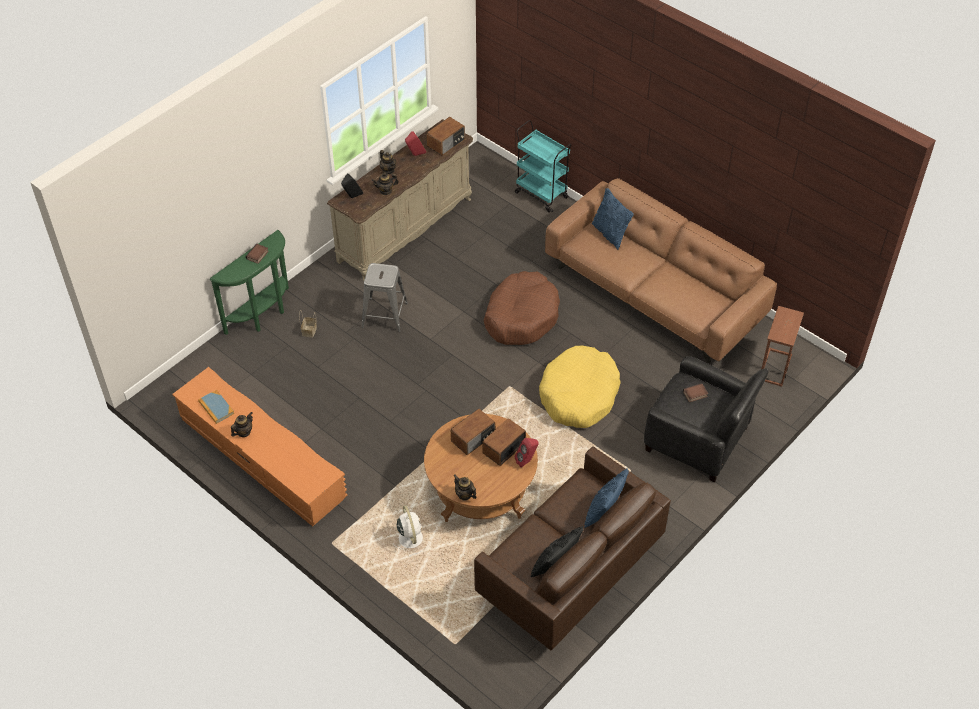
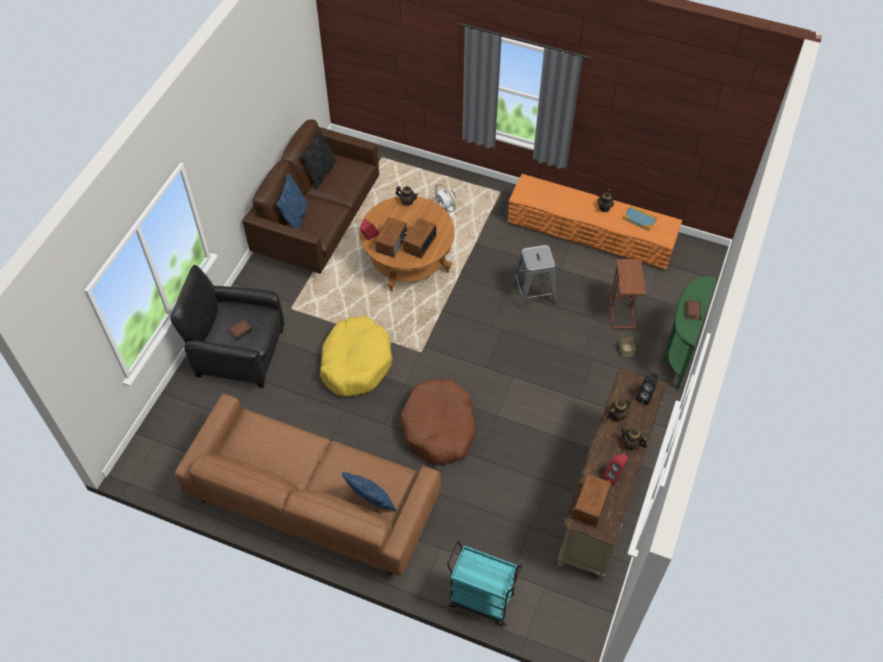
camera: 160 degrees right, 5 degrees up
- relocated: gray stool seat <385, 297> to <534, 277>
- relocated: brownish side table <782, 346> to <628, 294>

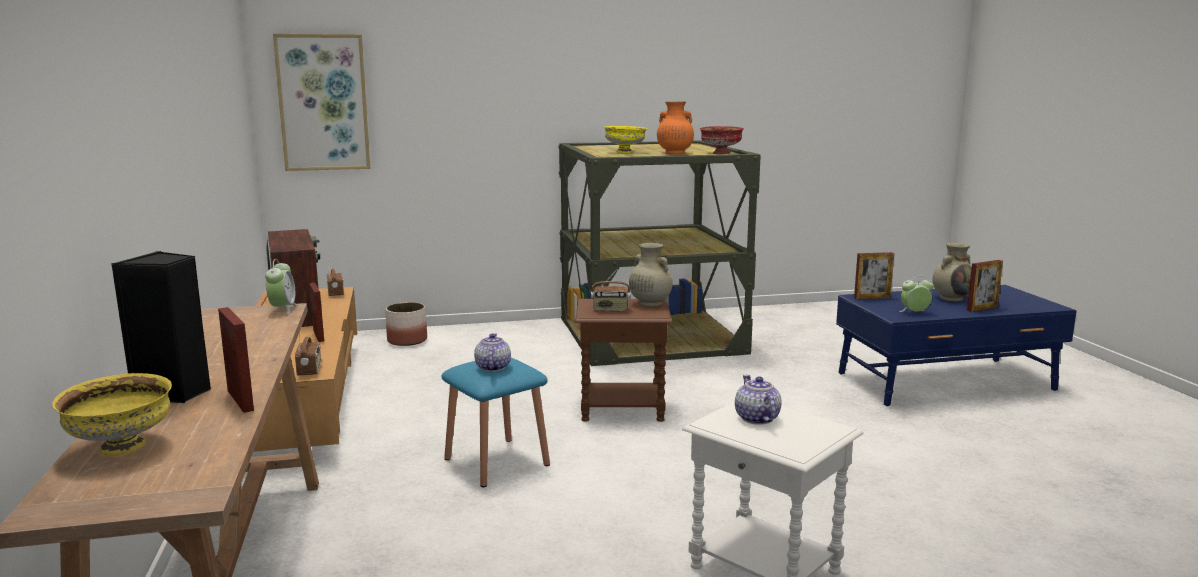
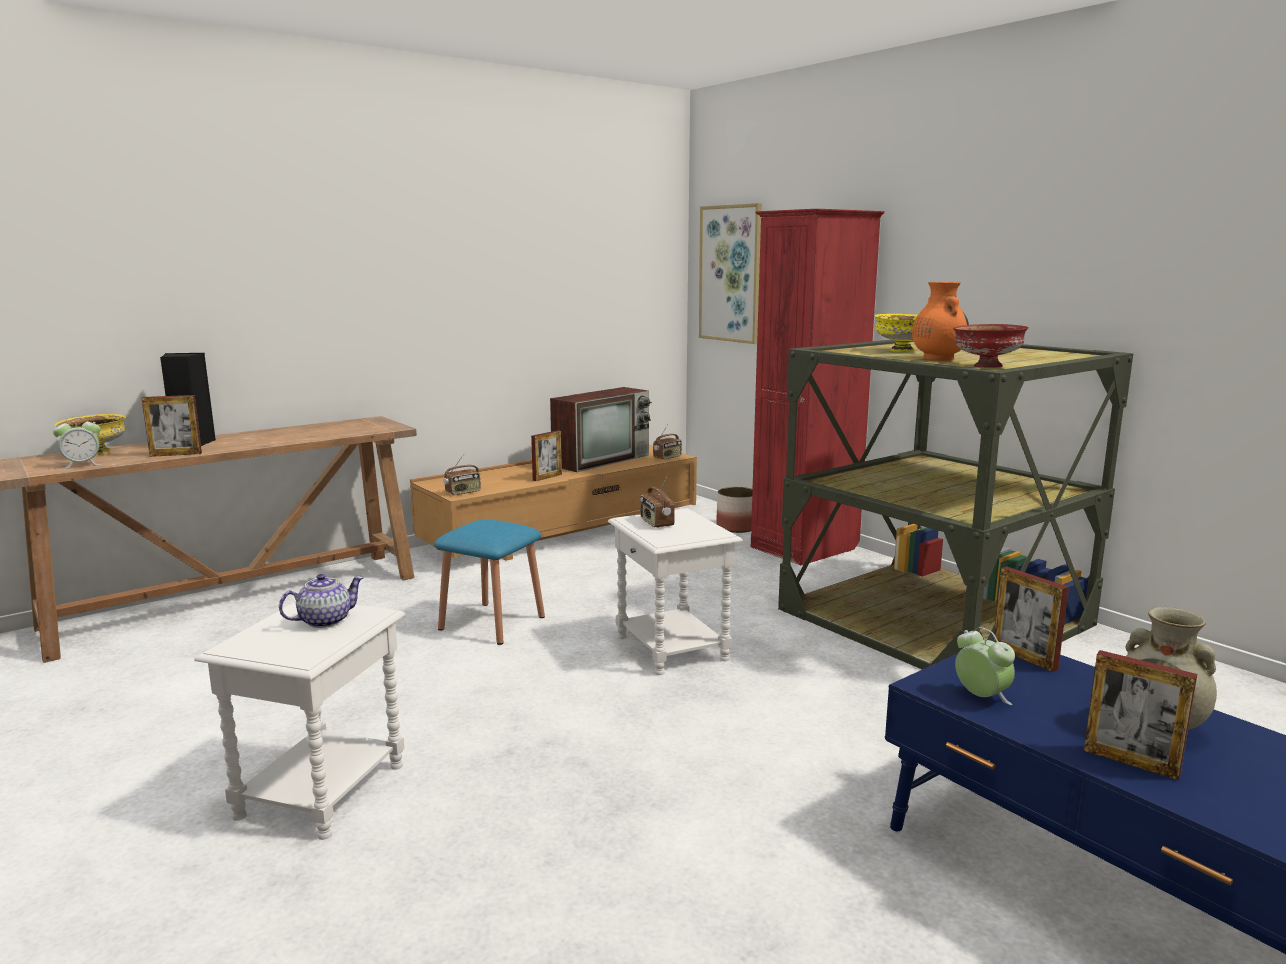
camera: 65 degrees right, 0 degrees up
- relocated: table clock <281, 286> to <77, 442>
- spun: standing frame <236, 360> = <172, 426> 45 degrees clockwise
- colour: brownish side table <624, 360> to white side table <675, 591>
- appeared: red cupboard <818, 387>
- missing: teapot <492, 352>
- missing: beige-coloured decorative vase <650, 275>

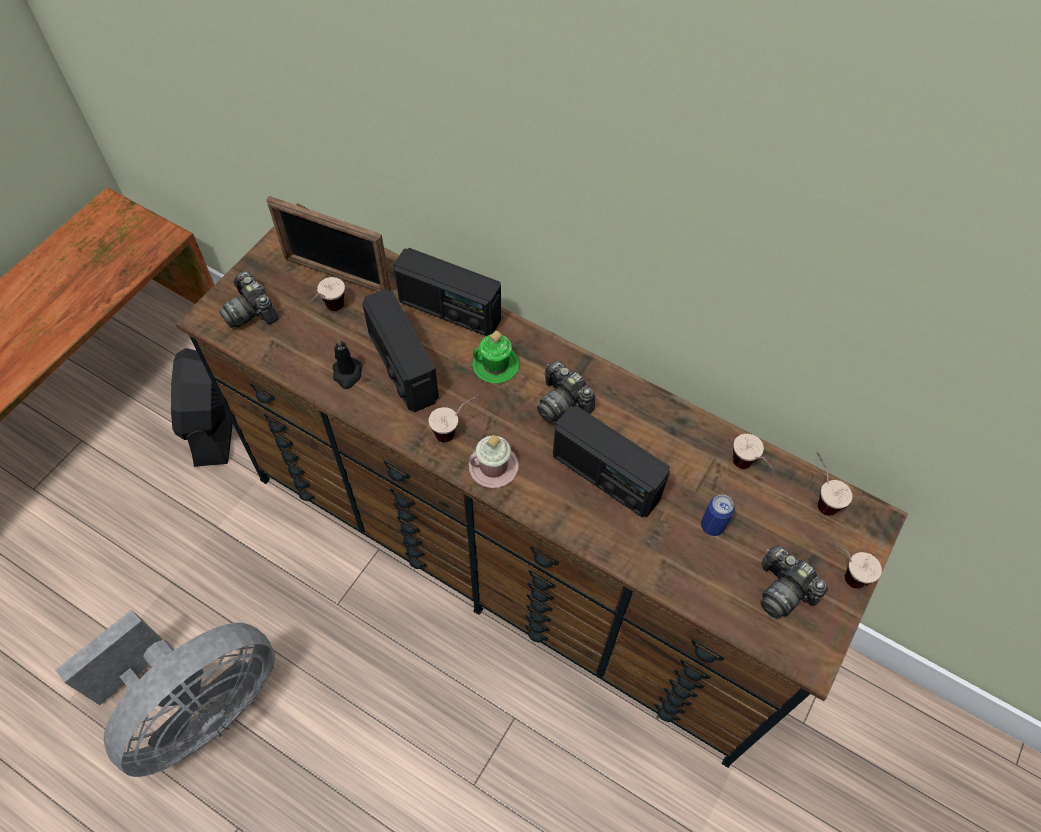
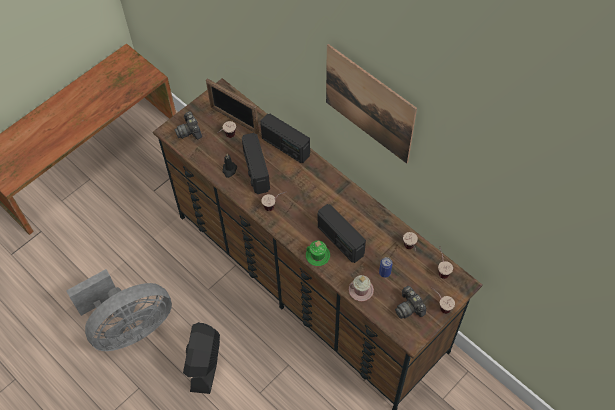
camera: 15 degrees right, 0 degrees up
- relocated: black-coloured fan <202, 407> to <201, 358>
- relocated: green tea mug <495, 357> to <318, 253>
- appeared: wall art <371, 104>
- relocated: pinkish tea mug <493, 461> to <361, 288>
- missing: photo camera <566, 392>

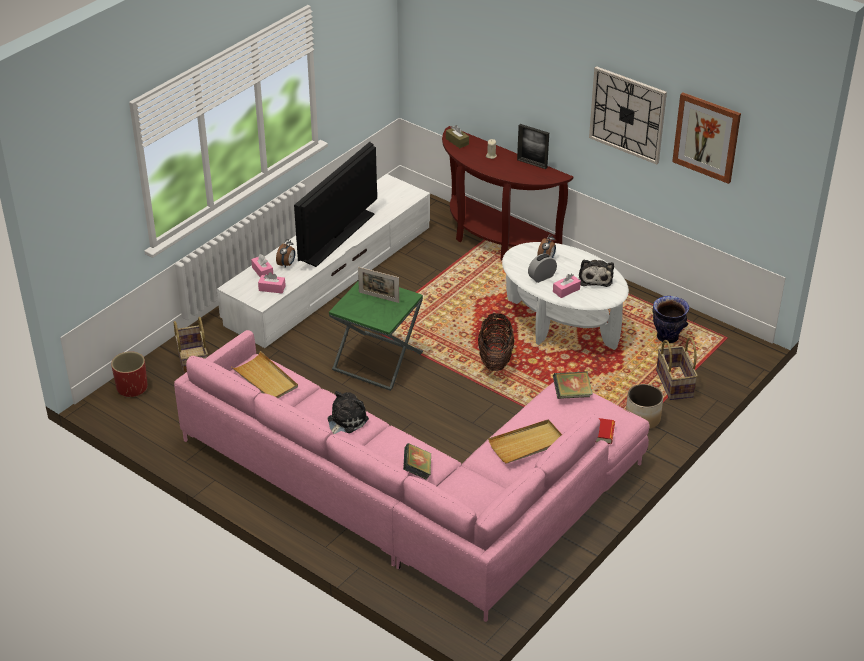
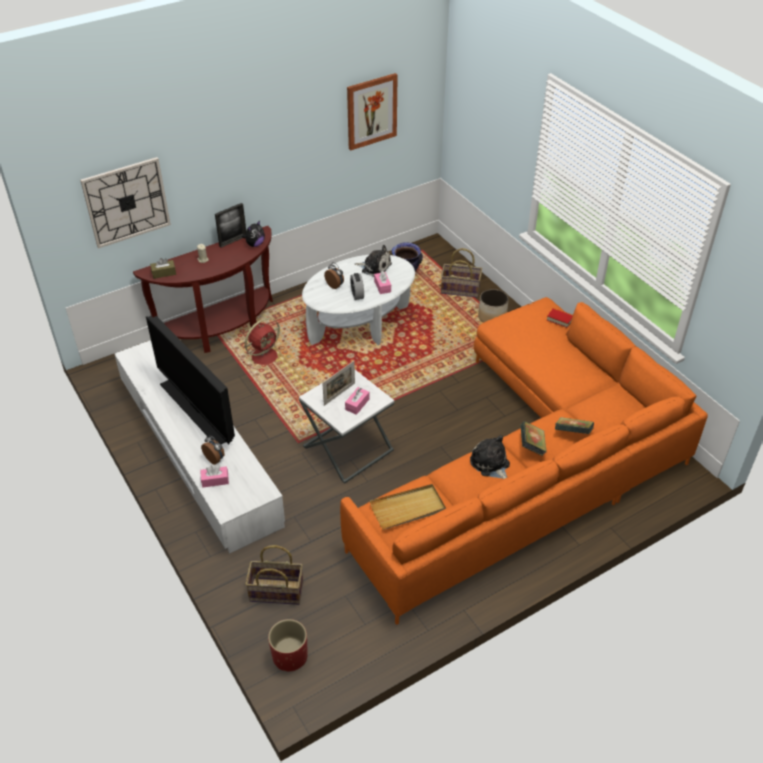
camera: 70 degrees left, 5 degrees up
- relocated: clock on the wall <628, 115> to <125, 202>
- appeared: cuddly toy <253, 234>
- appeared: red fan <261, 344>
- colour: green side table <376, 336> to white side table <346, 426>
- colour: pinkish settee <411, 476> to orange-coloured settee <524, 461>
- relocated: pinkish box of tissues <272, 282> to <357, 401>
- relocated: bound book <573, 385> to <533, 438>
- missing: storage basket <496, 342>
- missing: beige-coloured carrying tray <525, 441>

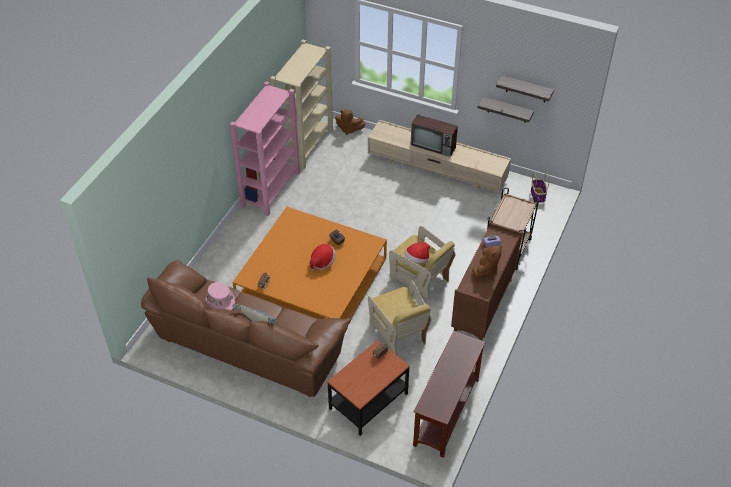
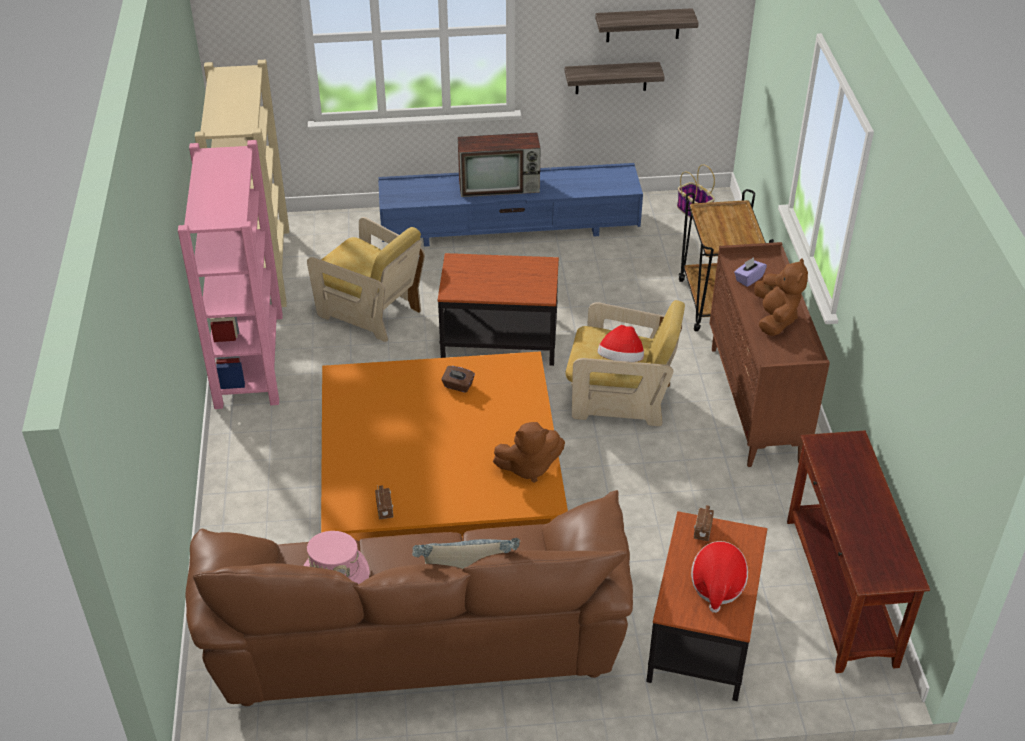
camera: 30 degrees left, 5 degrees down
- relocated: yellow-coloured lounge chair <400, 317> to <366, 279>
- colour: beige-coloured tv unit <439, 156> to blue tv unit <510, 205>
- appeared: side table <498, 309>
- relocated: brownish cuddly toy <350, 122> to <529, 452>
- relocated: wearable hat <323, 257> to <719, 577>

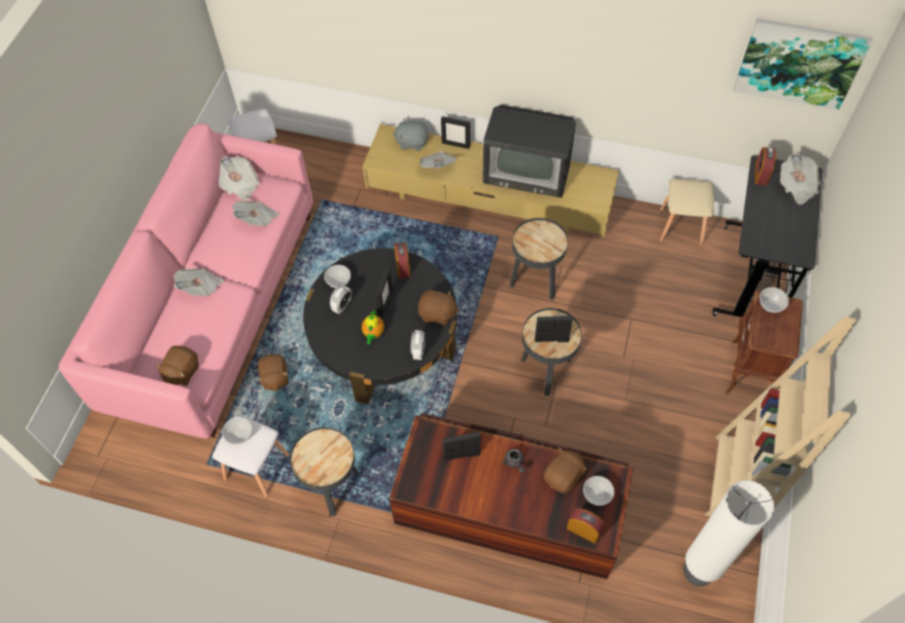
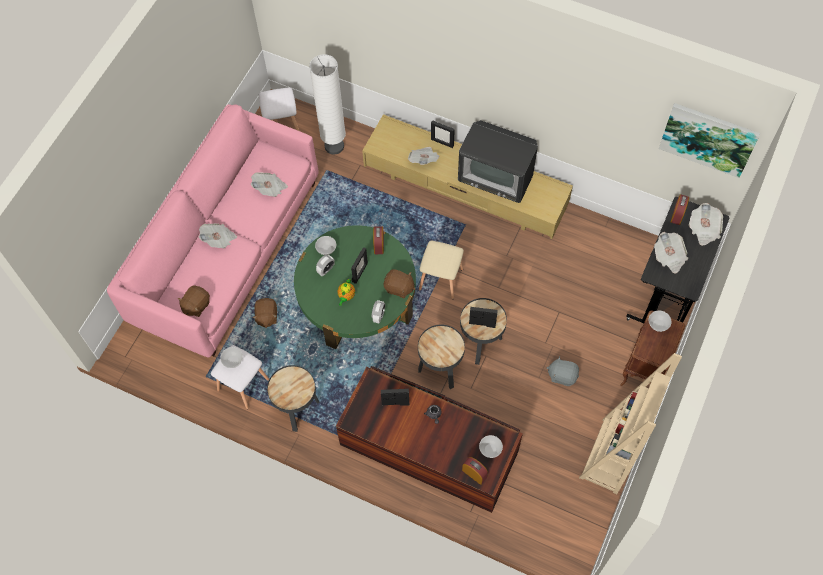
camera: 10 degrees right, 5 degrees up
- colour: black-coloured low table <380, 326> to green low table <355, 287>
- relocated: white floor lamp <729, 533> to <327, 104>
- relocated: black-coloured side table <539, 259> to <441, 357>
- relocated: beige-coloured stool seat <687, 213> to <441, 269>
- relocated: gray cuddly toy <411, 134> to <563, 371>
- relocated: daily paper <239, 178> to <671, 253>
- missing: brownish cuddly toy <566, 471>

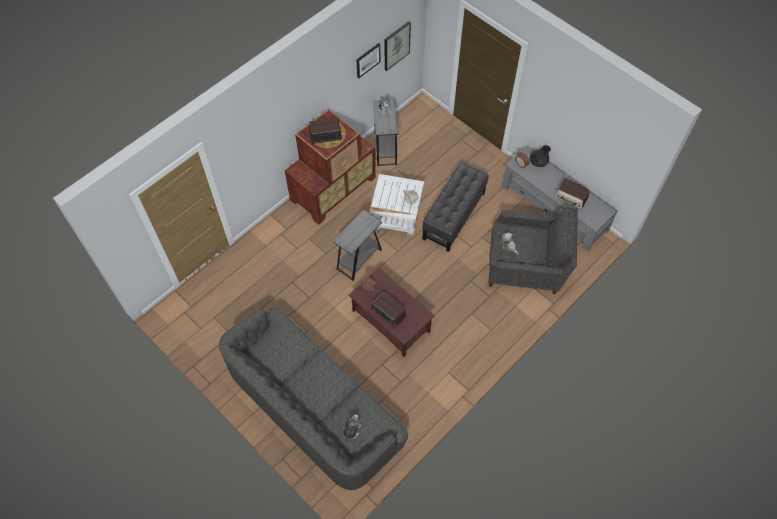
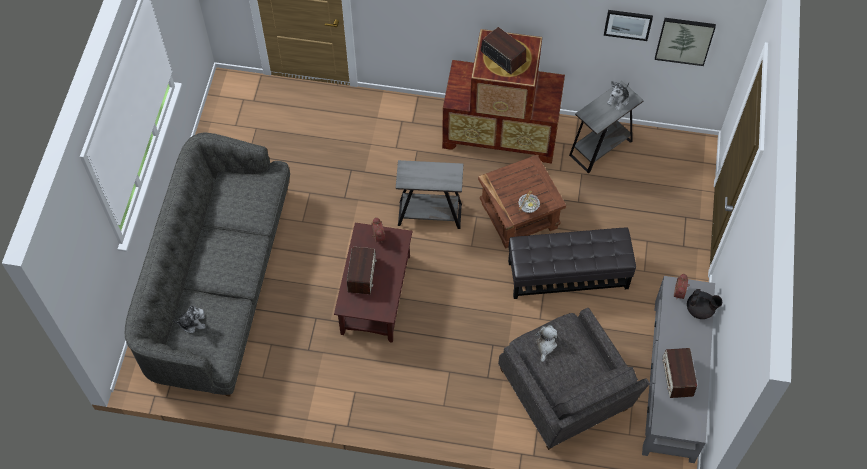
camera: 55 degrees right, 0 degrees up
- colour: white side table <397, 204> to brownish side table <522, 202>

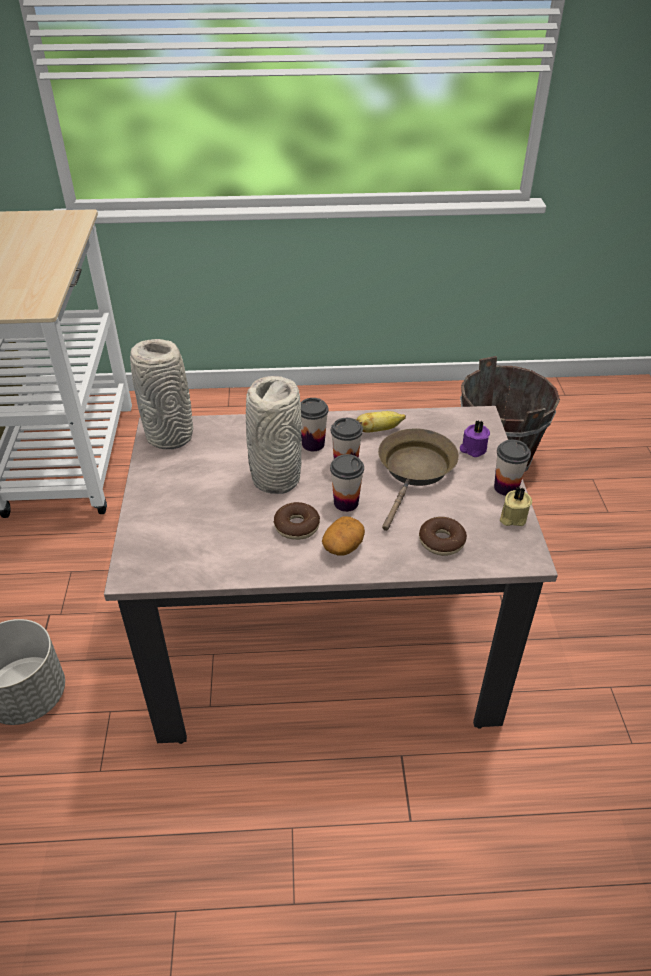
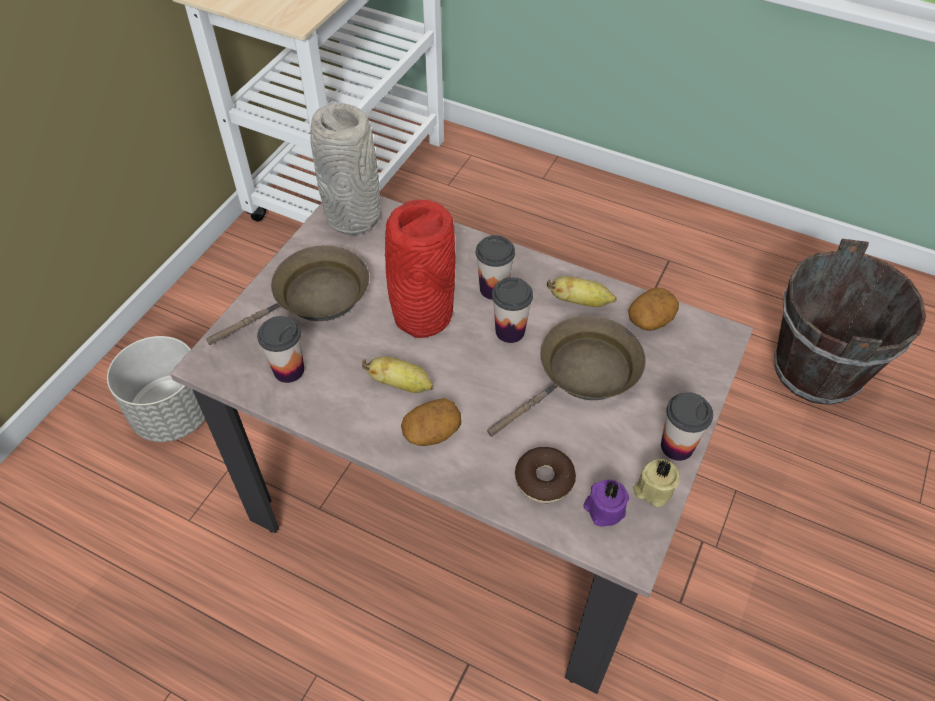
camera: 30 degrees right, 10 degrees up
- appeared: brownish skillet <287, 295>
- relocated: small cup <347, 483> to <280, 349>
- exchanged: donut <297, 521> to whole banana <398, 374>
- colour: gray decorative vase <274, 435> to red decorative vase <420, 269>
- relocated: purple candle <475, 438> to <606, 503>
- appeared: potato <653, 309>

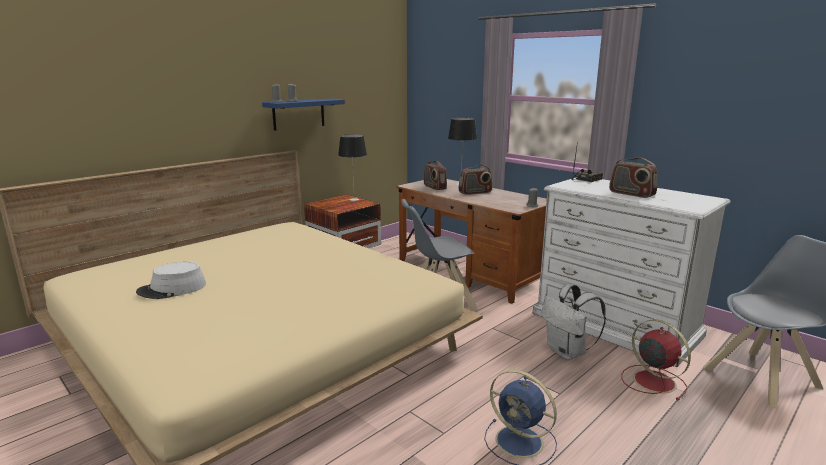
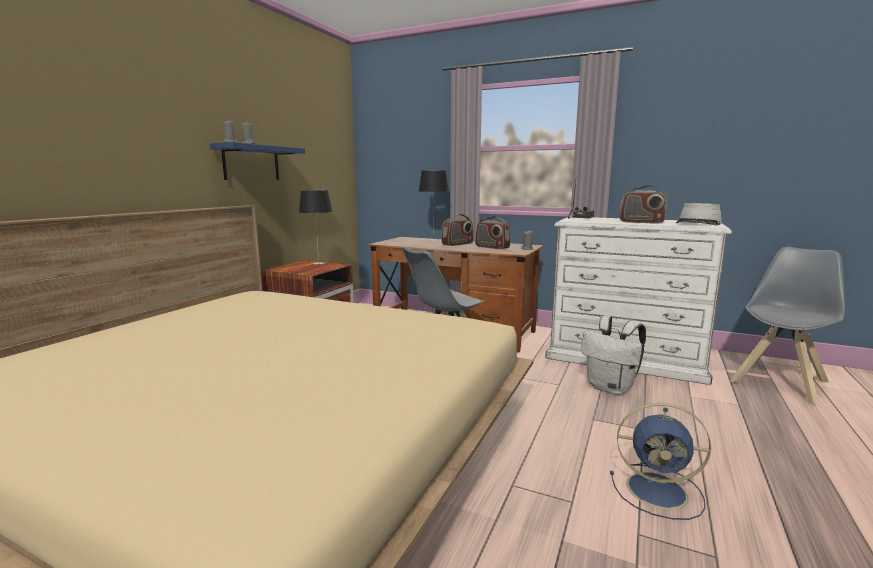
camera: 20 degrees left, 5 degrees down
- relocated: radio set <435, 175> to <492, 232>
- relocated: gray wearable hat <171, 280> to <699, 214>
- missing: red fan <656, 359>

